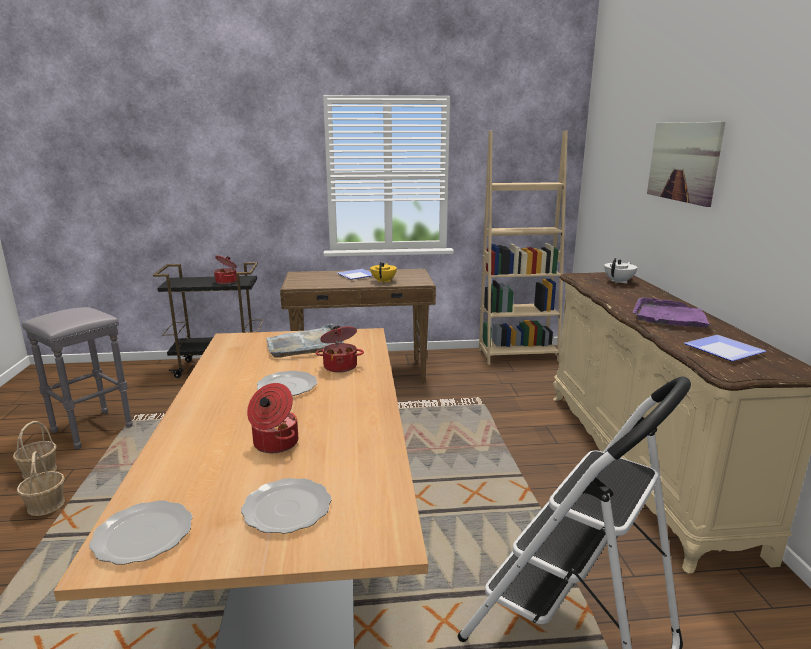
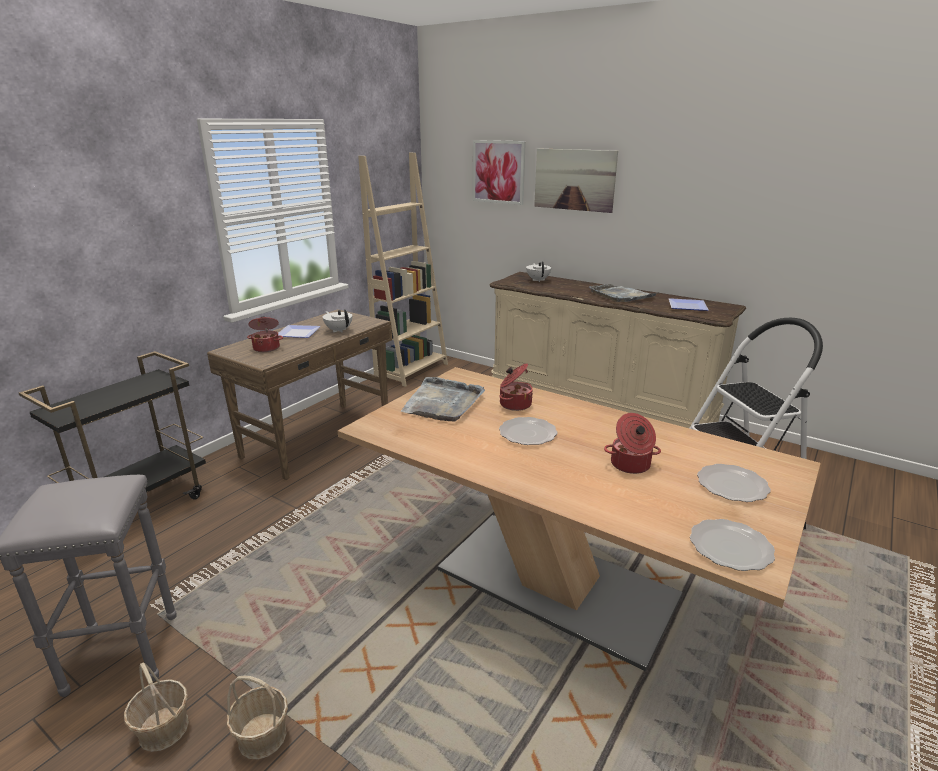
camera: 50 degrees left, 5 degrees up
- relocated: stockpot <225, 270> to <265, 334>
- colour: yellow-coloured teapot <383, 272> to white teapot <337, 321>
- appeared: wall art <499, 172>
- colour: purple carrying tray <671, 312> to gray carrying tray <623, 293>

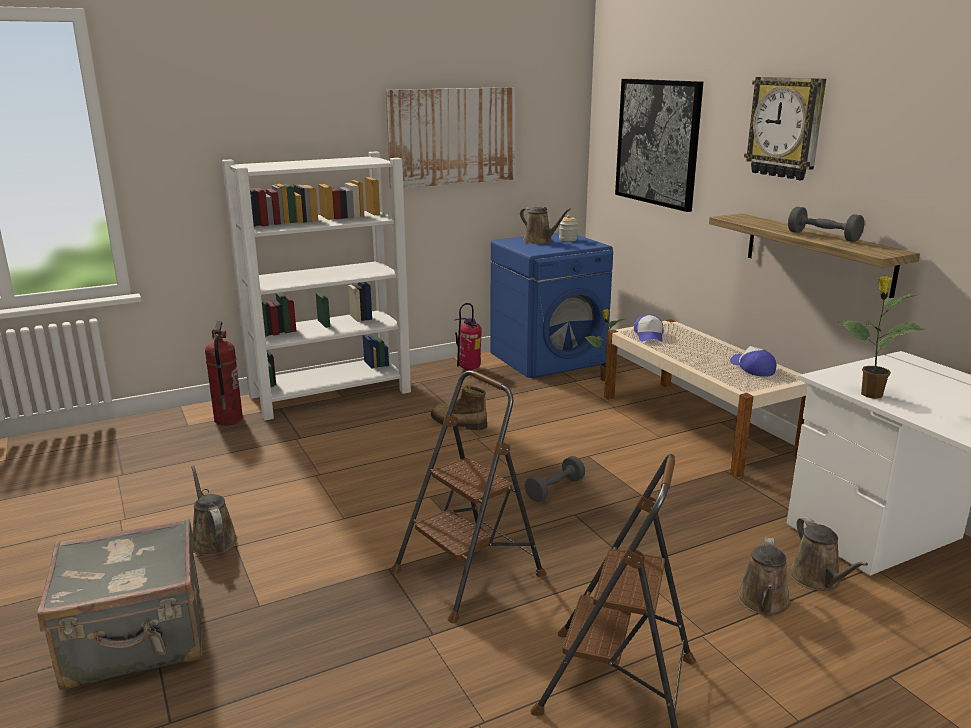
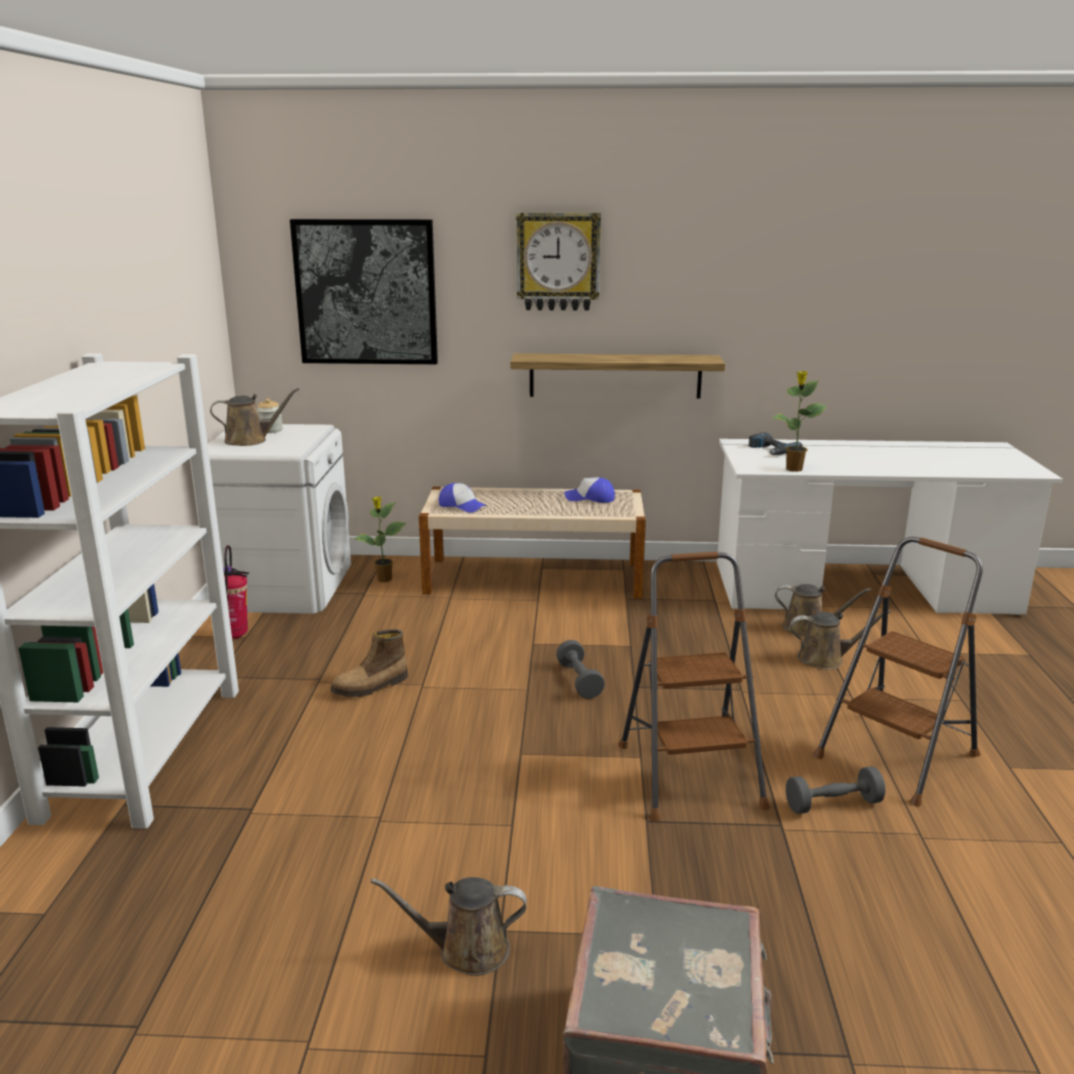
camera: 60 degrees left, 0 degrees up
- colour: blue laundry appliance <552, 305> to white laundry appliance <279, 519>
- appeared: drill <775, 443>
- relocated: gray hand weight <826, 224> to <836, 790>
- spun: brownish sprinkling can <763, 576> = <840, 639> 45 degrees counterclockwise
- missing: fire-fighting cylinder <224, 373>
- missing: wall art <451, 137>

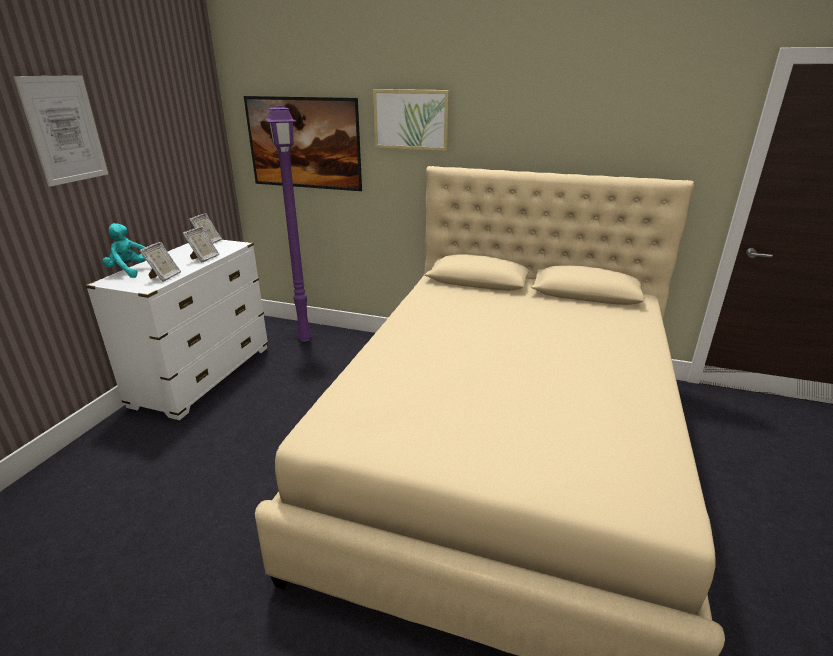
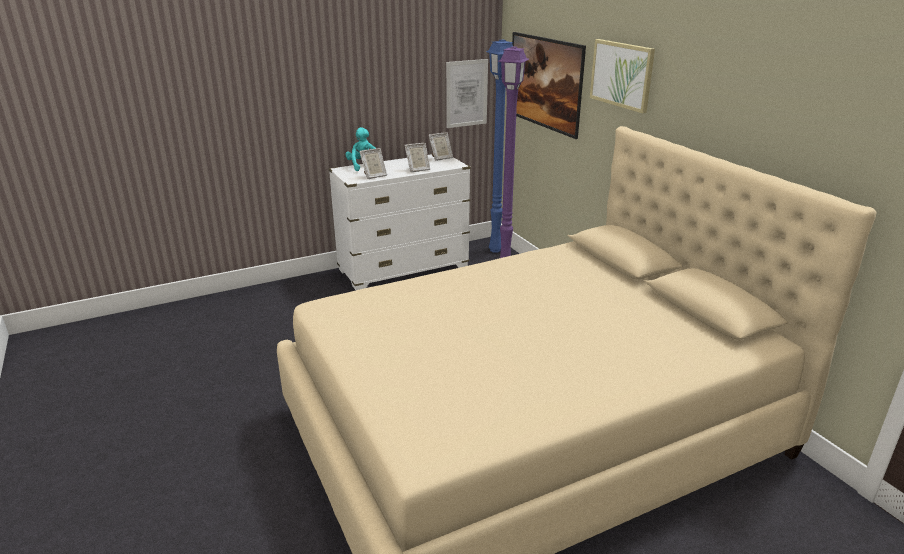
camera: 45 degrees right, 0 degrees up
- relocated: wall art <60, 131> to <467, 93>
- appeared: blue floor lamp <500, 146>

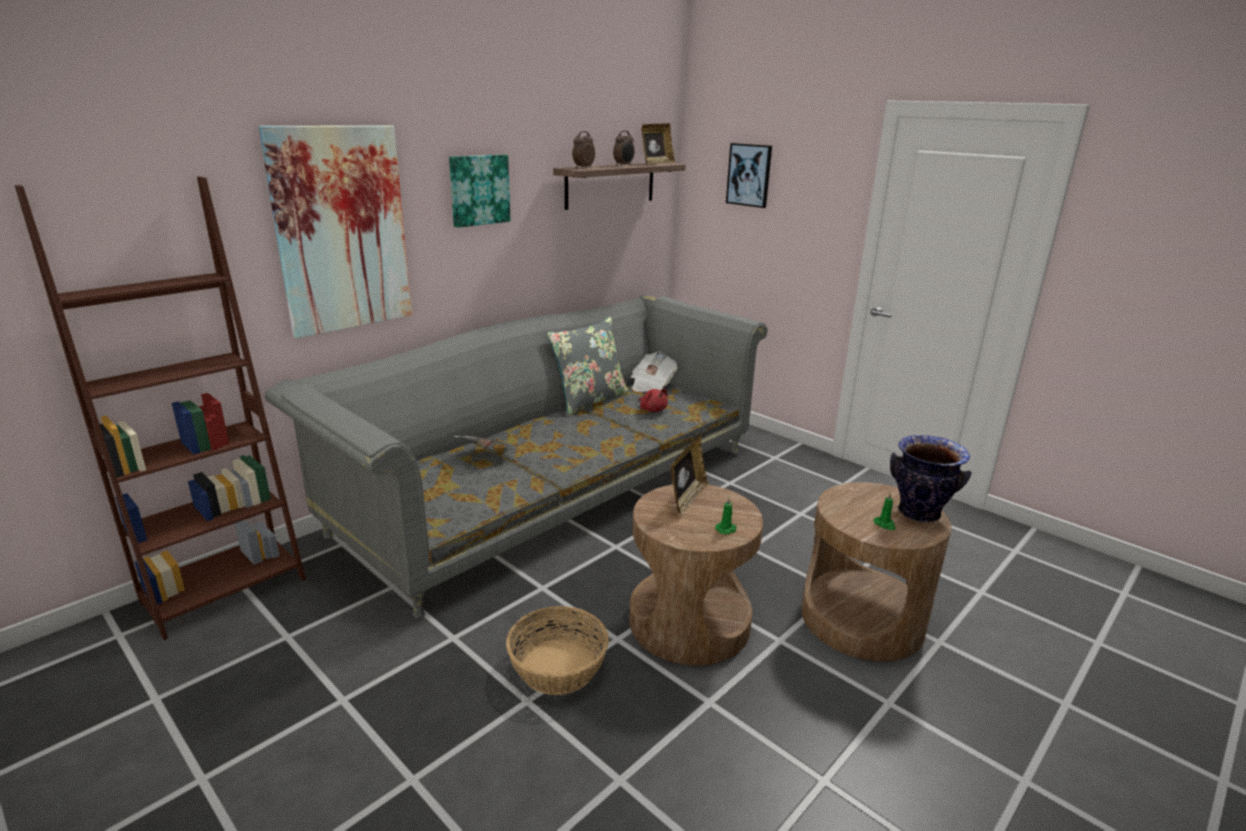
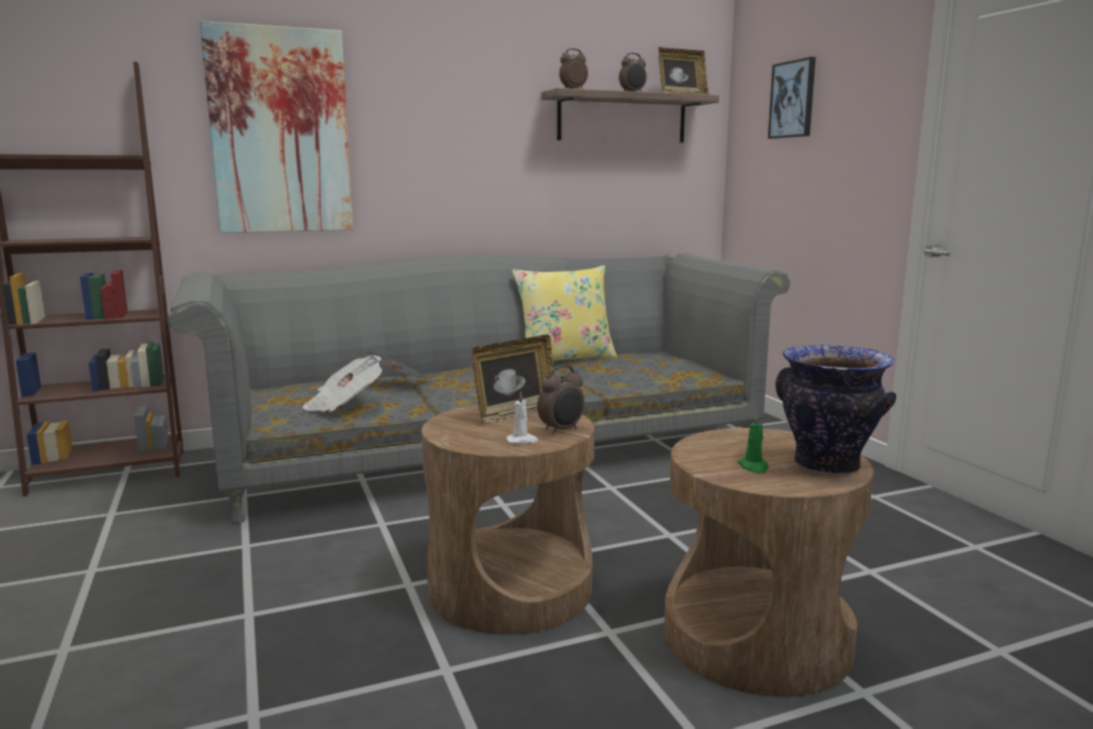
camera: 25 degrees right, 10 degrees down
- relocated: daily paper <654, 372> to <342, 383>
- colour: green candle <726, 516> to white candle <522, 417>
- colour: gray throw pillow <588, 366> to yellow-coloured throw pillow <564, 313>
- appeared: table clock <561, 400>
- missing: wall art <480, 191>
- missing: storage basket <557, 650>
- missing: red cuddly toy <653, 400>

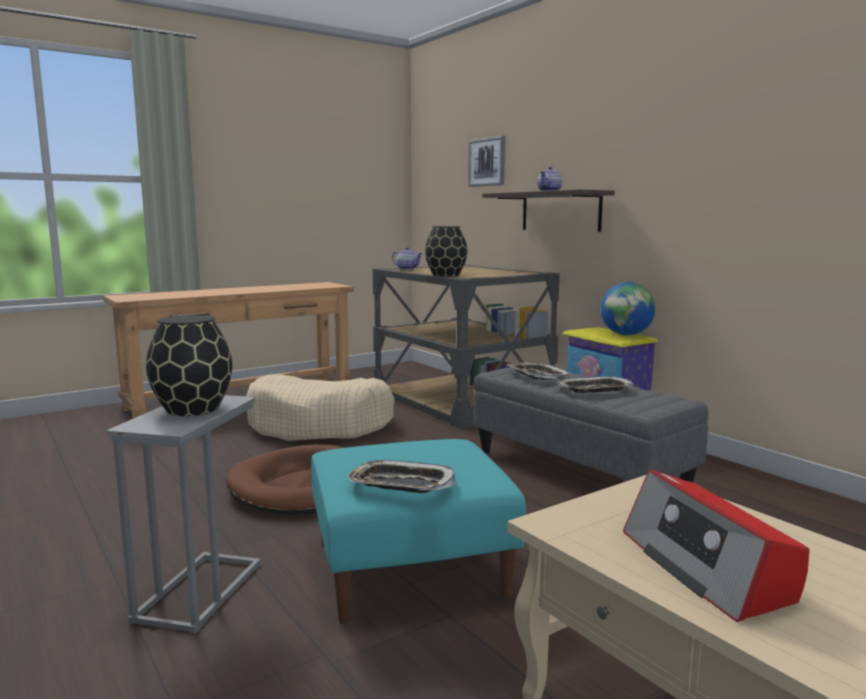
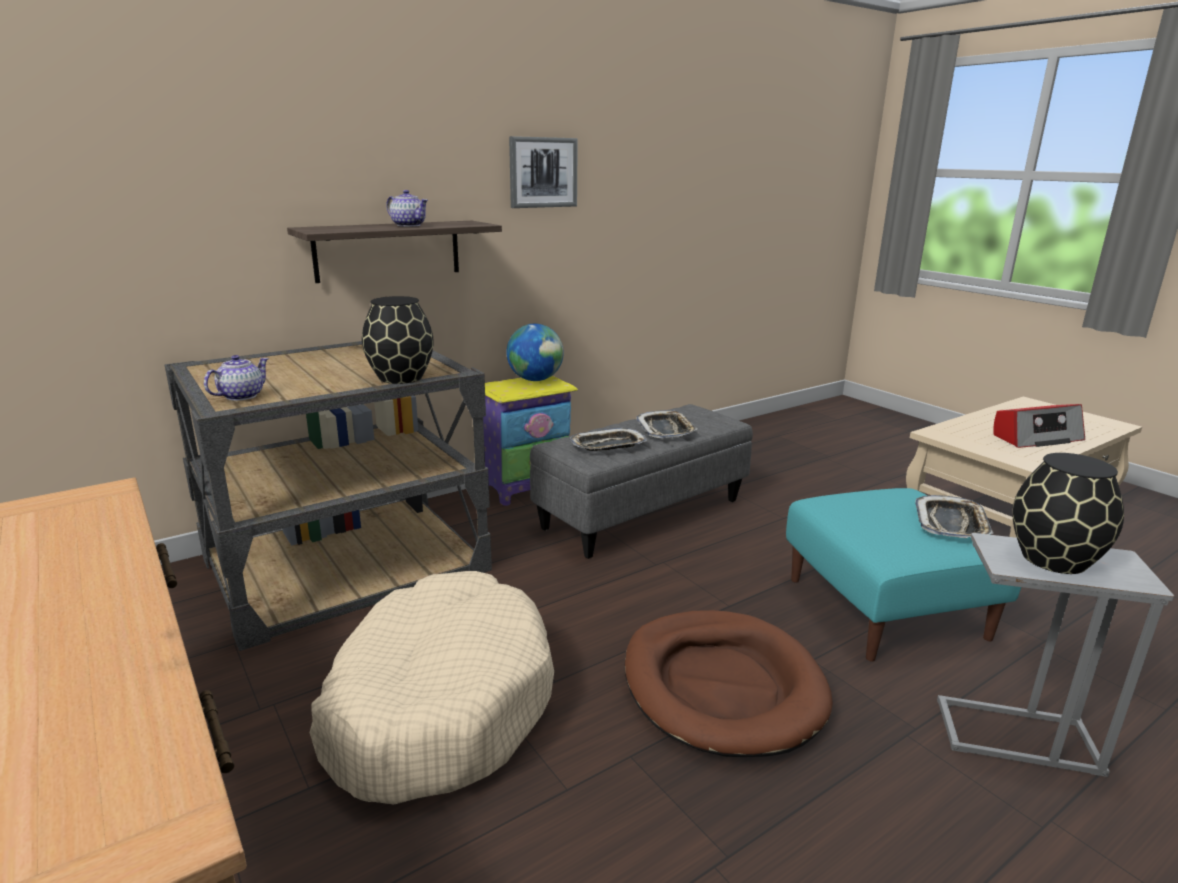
camera: 90 degrees left, 10 degrees up
- relocated: wall art <486, 161> to <543, 172>

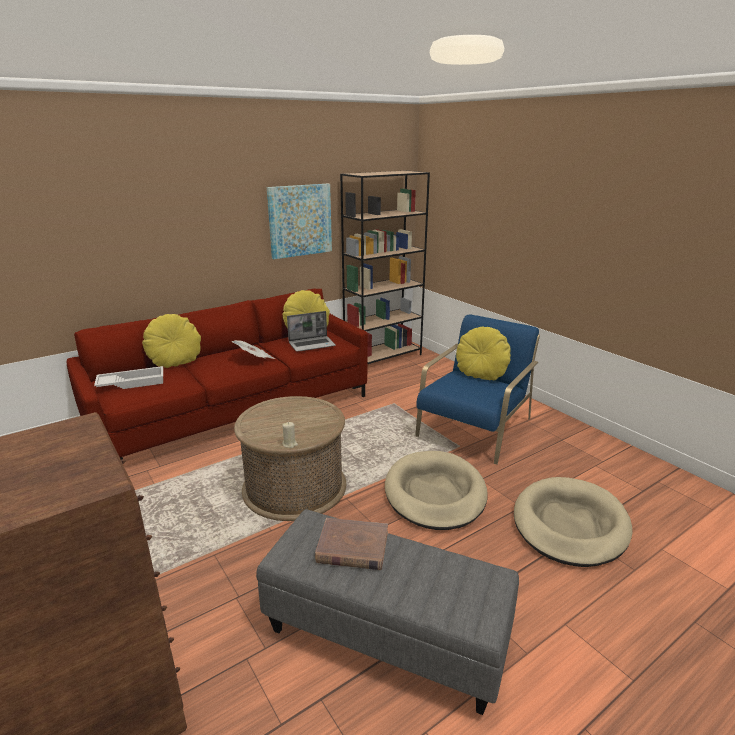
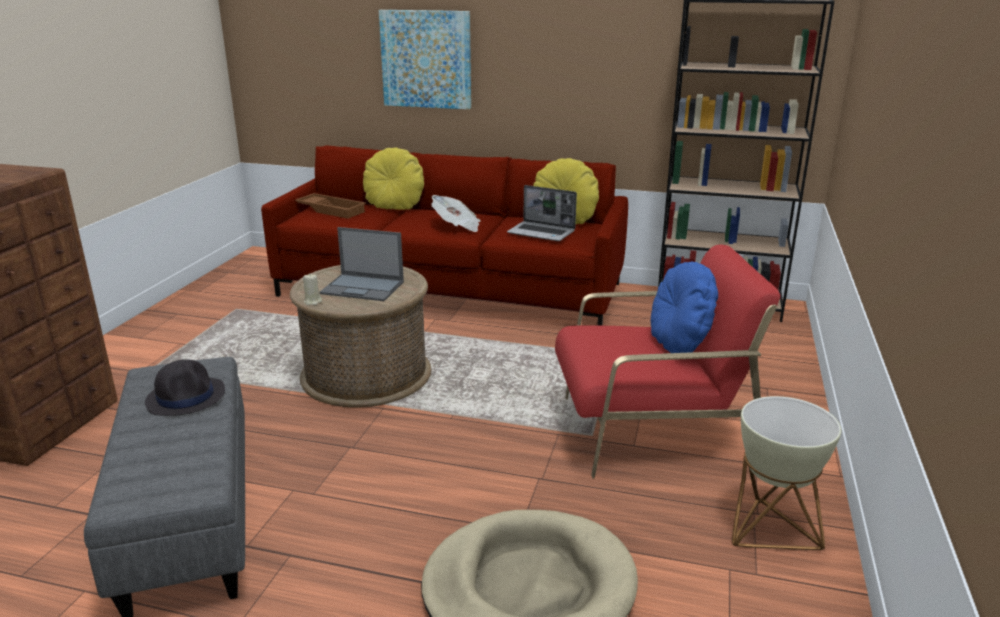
camera: 50 degrees right, 0 degrees up
- exchanged: brownish bound book <351, 544> to black-coloured wearable hat <185, 387>
- colour: white carrying tray <128, 377> to brownish carrying tray <330, 206>
- appeared: laptop <361, 264>
- relocated: wall art <299, 221> to <425, 60>
- colour: blue lounge chair <477, 390> to red lounge chair <668, 361>
- colour: yellow-coloured throw pillow <483, 353> to blue throw pillow <684, 307>
- appeared: flower pot <786, 473>
- missing: beige-coloured dog cushion <436, 490>

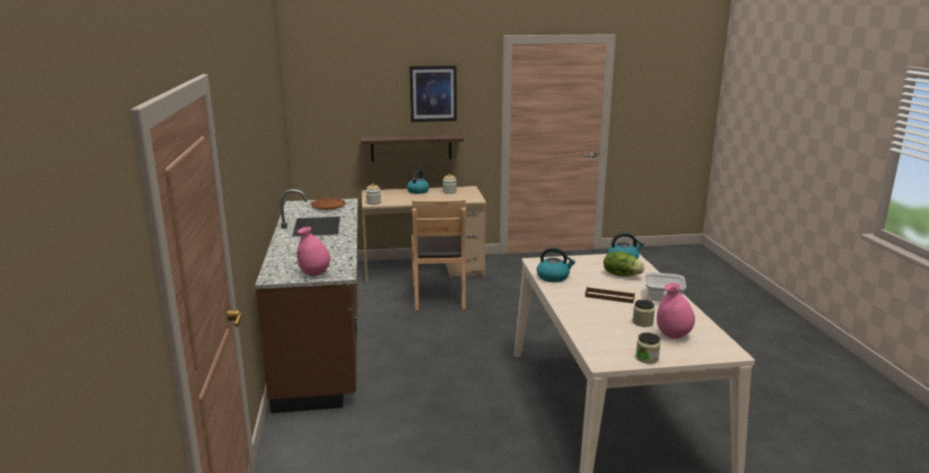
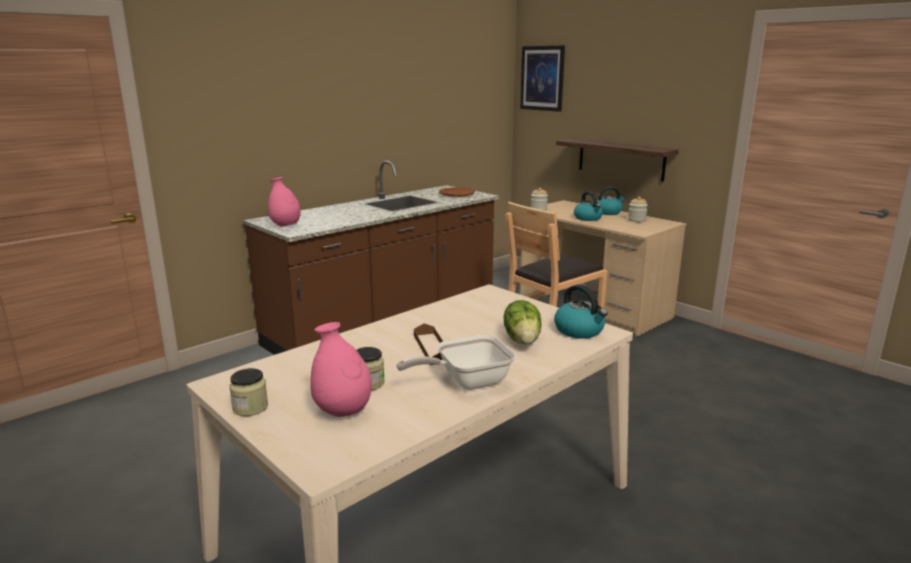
camera: 55 degrees right, 0 degrees up
- relocated: wall art <433, 94> to <542, 78>
- relocated: kettle <556, 265> to <588, 206>

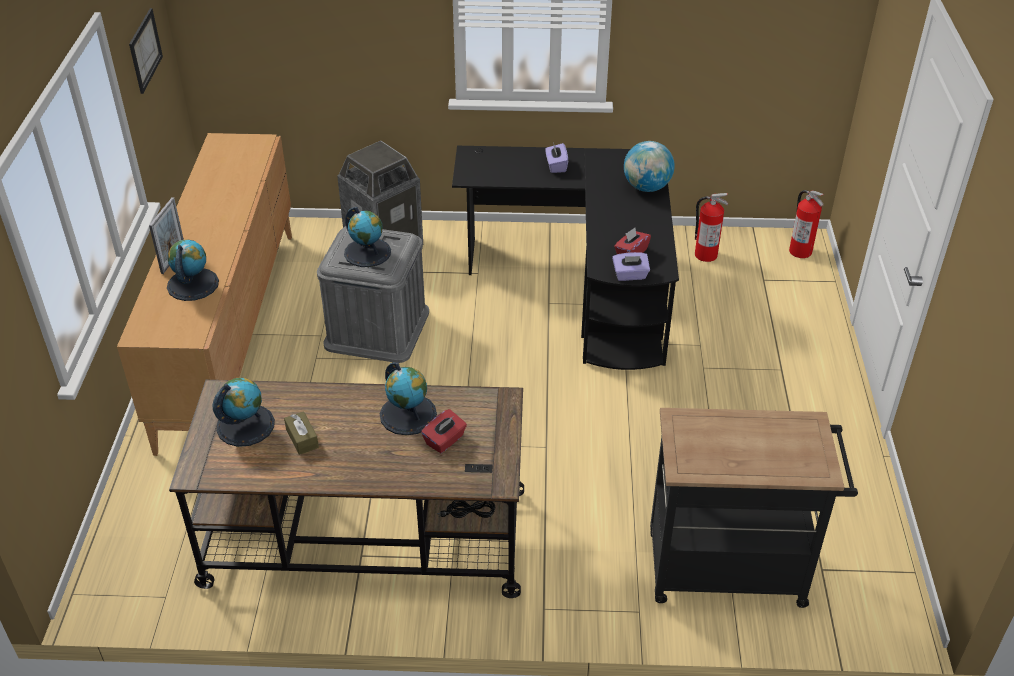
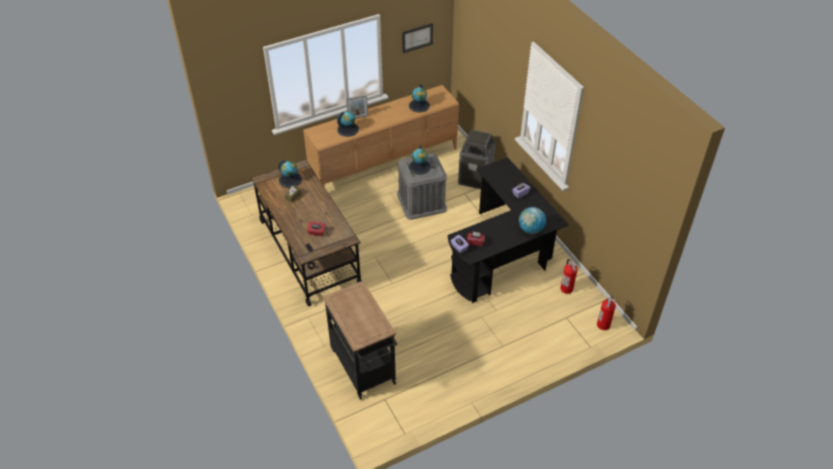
camera: 60 degrees right, 5 degrees up
- relocated: globe <408, 398> to <419, 98>

